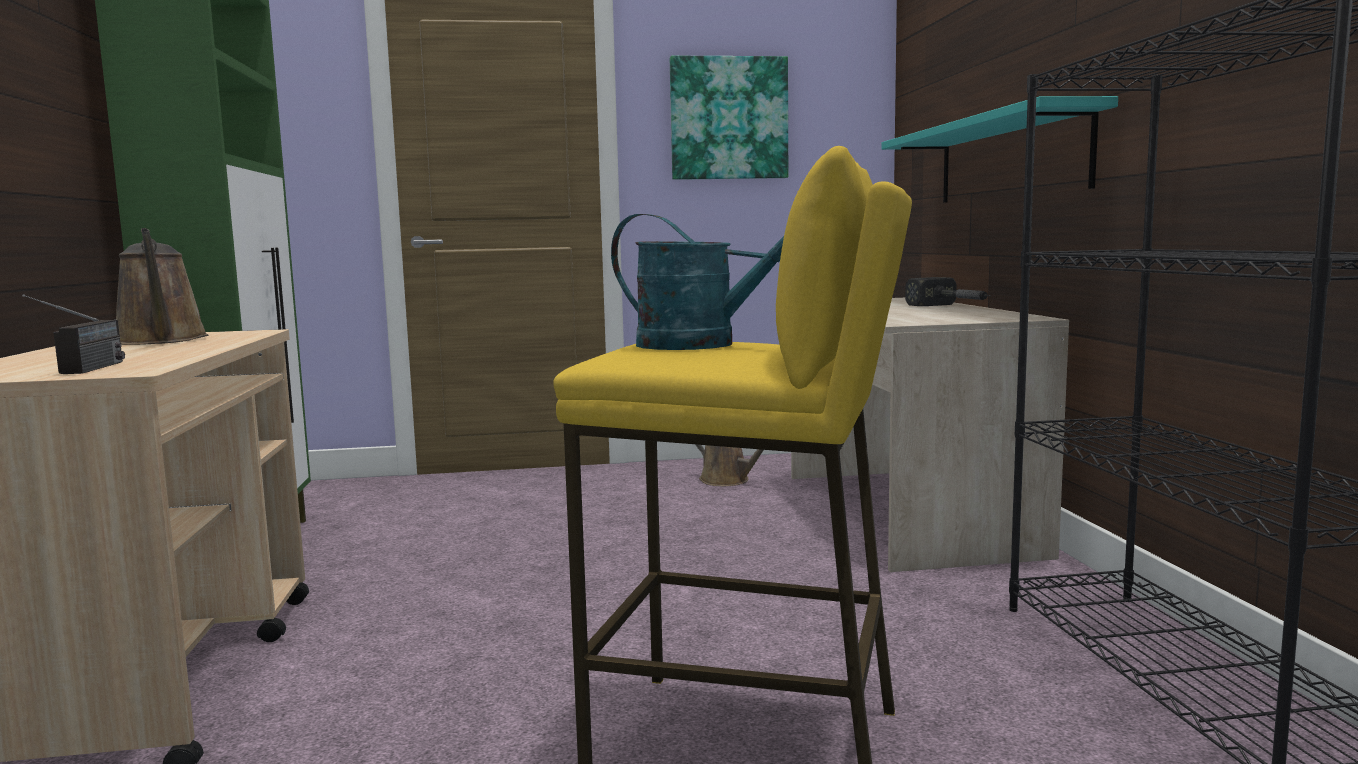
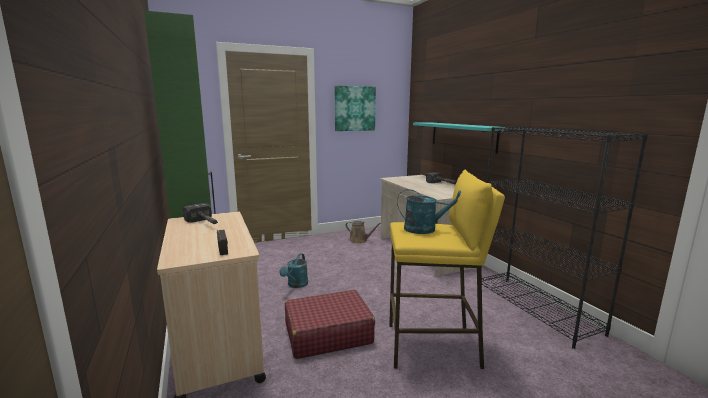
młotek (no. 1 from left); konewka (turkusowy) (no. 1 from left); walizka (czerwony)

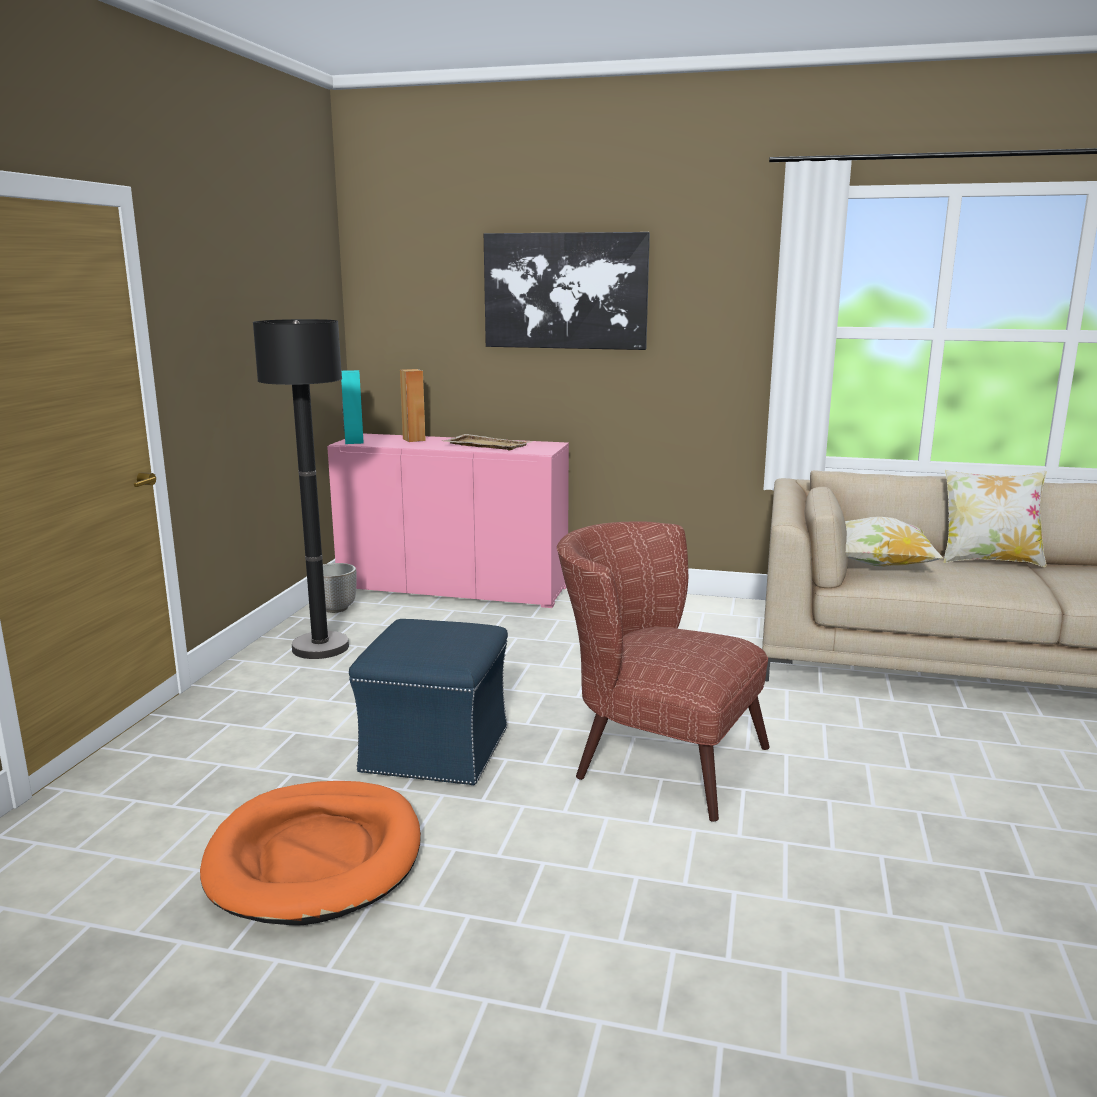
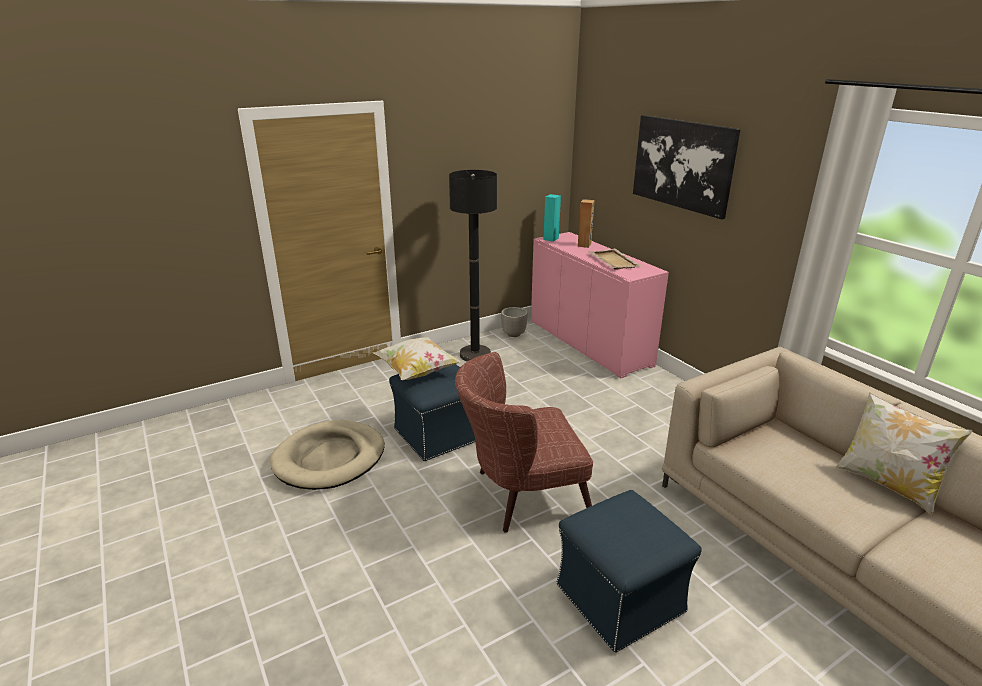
legowisko (beżowy); fotel (brązowy); poduszka (no. 1 from left); pufa (niebieski) (no. 2 from left)

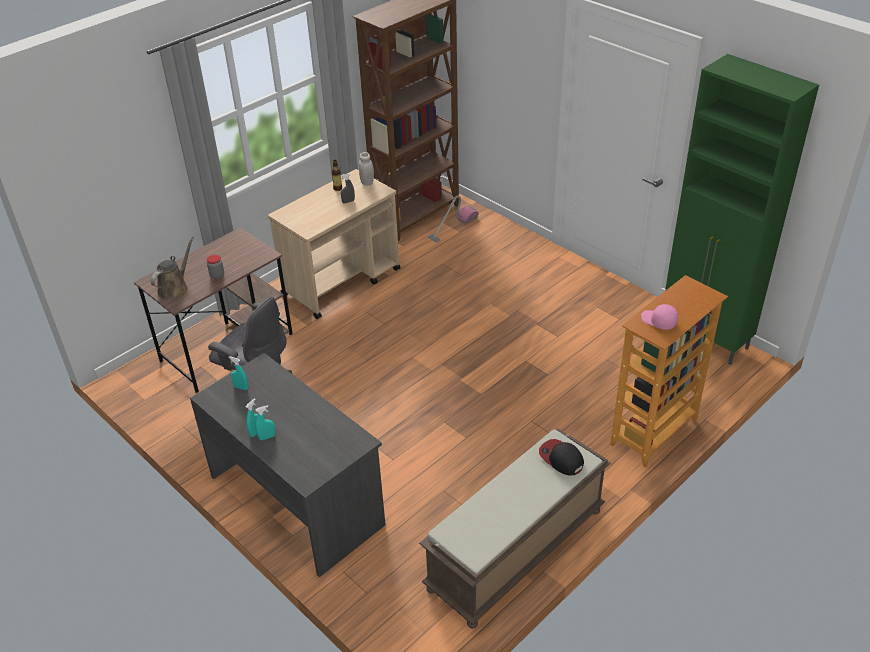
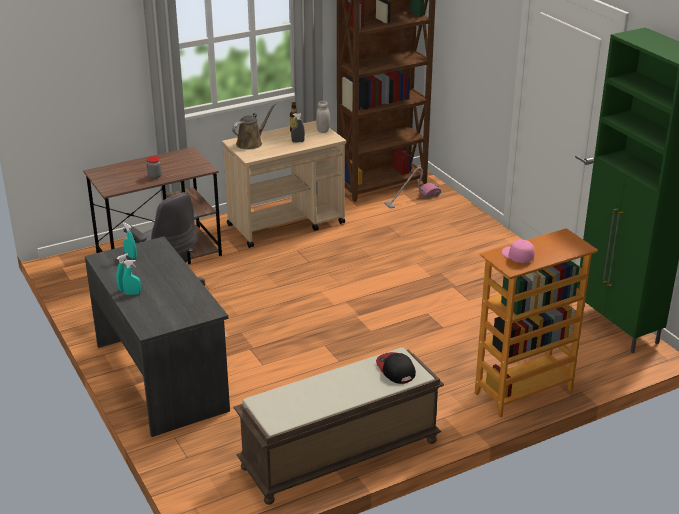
konewka (brązowy)

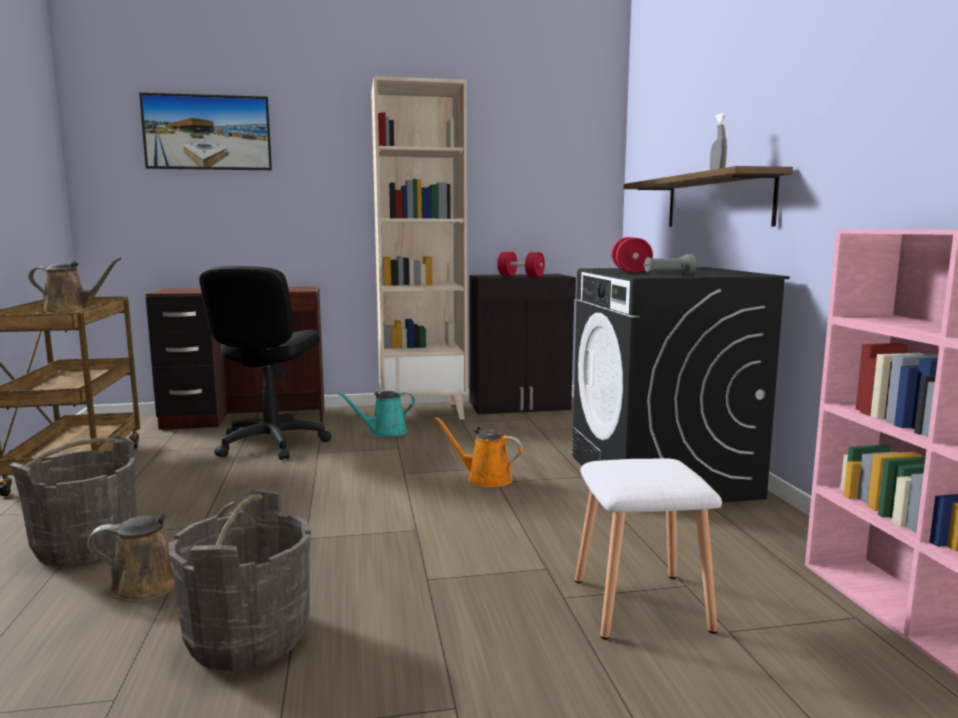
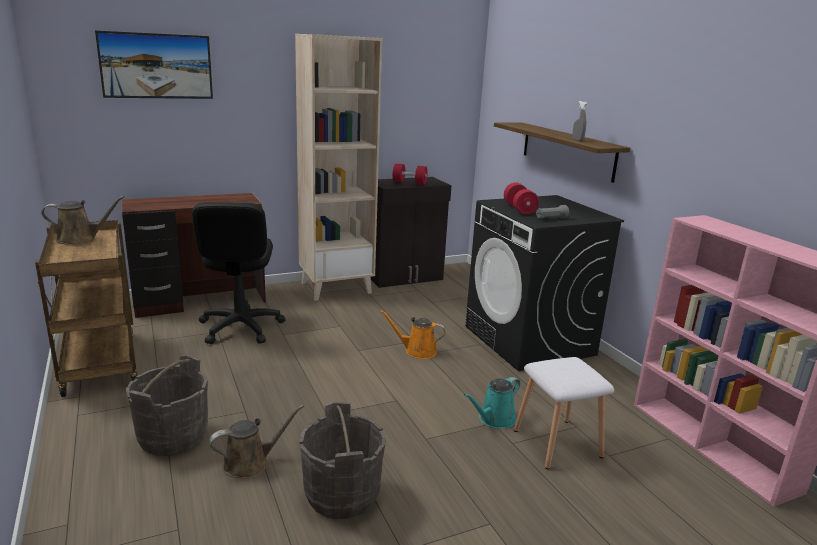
konewka (turkusowy)

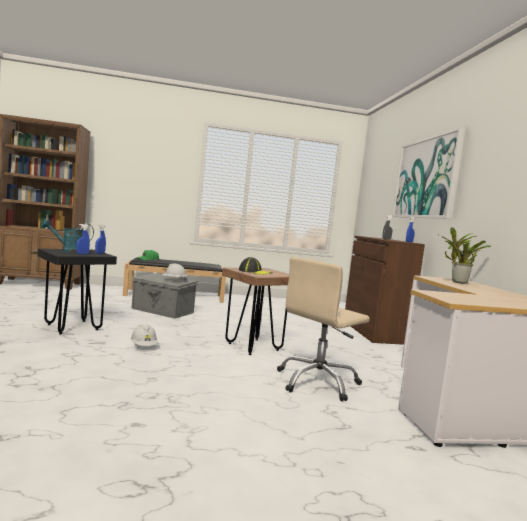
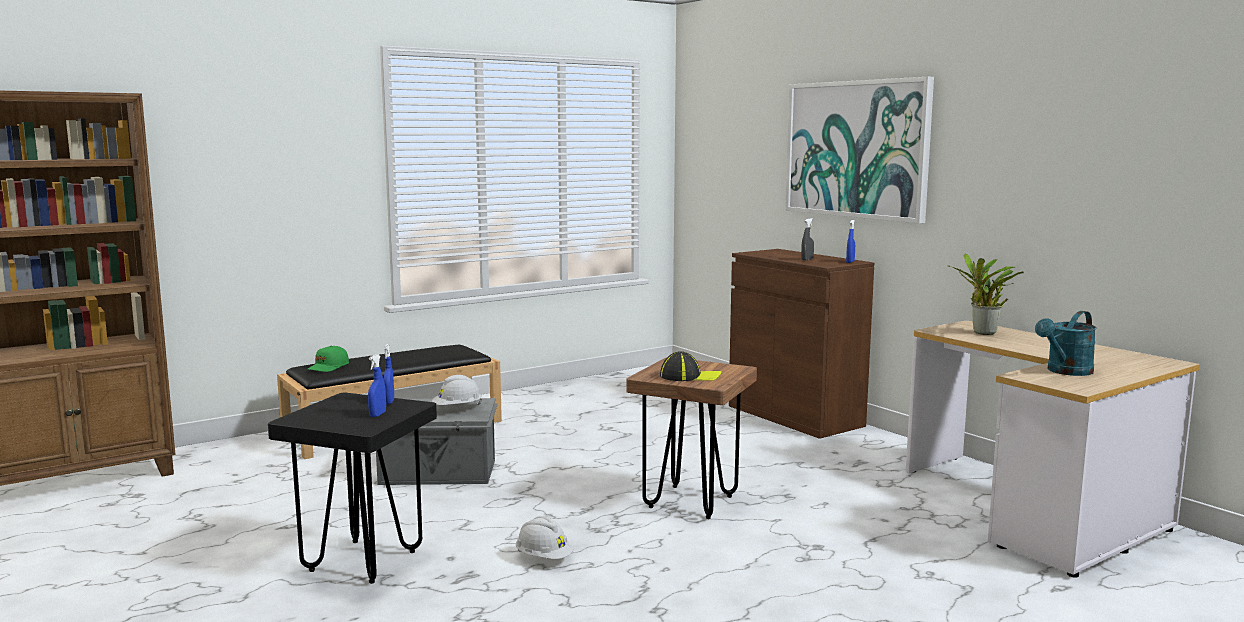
konewka (turkusowy); krzesło biurowe (beżowy)

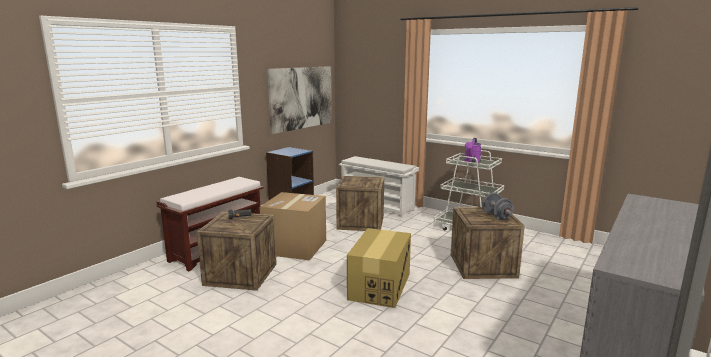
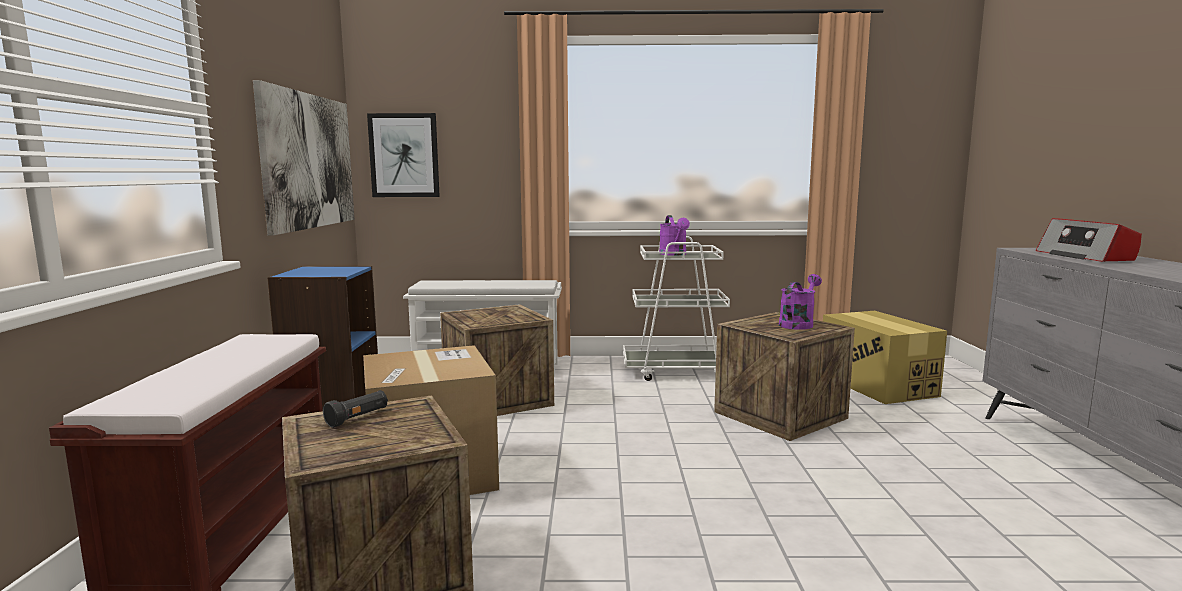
karton (no. 2 from left); konewka (fioletowy) (no. 2 from left); obraz (no. 2 from left); radio

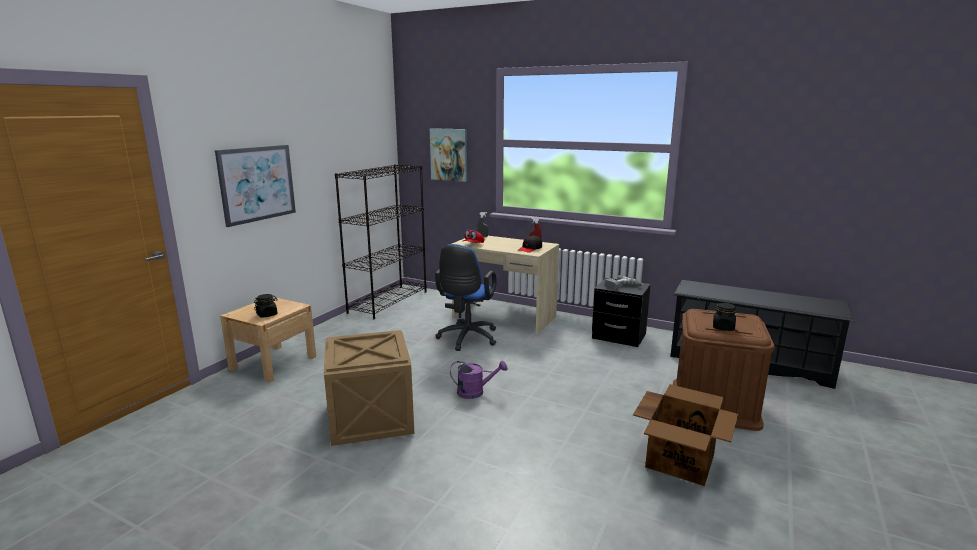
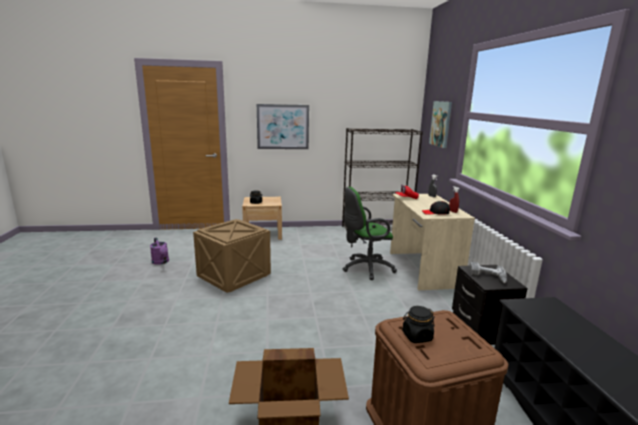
krzesło biurowe (zielony); konewka (fioletowy)

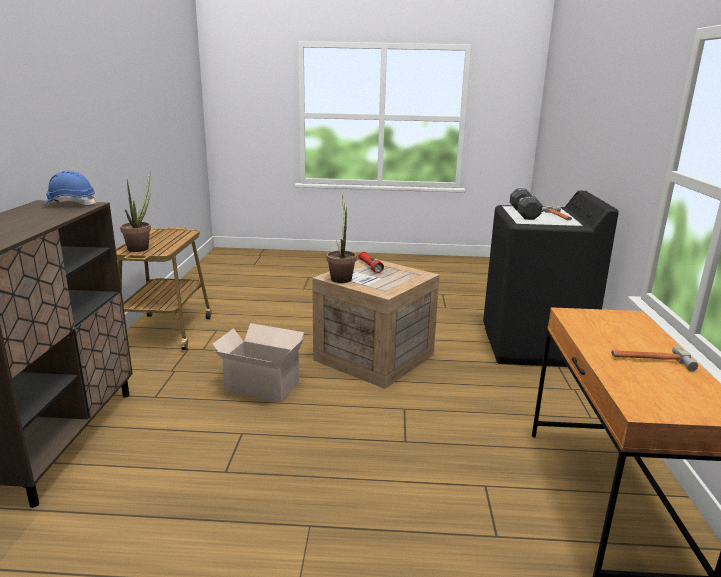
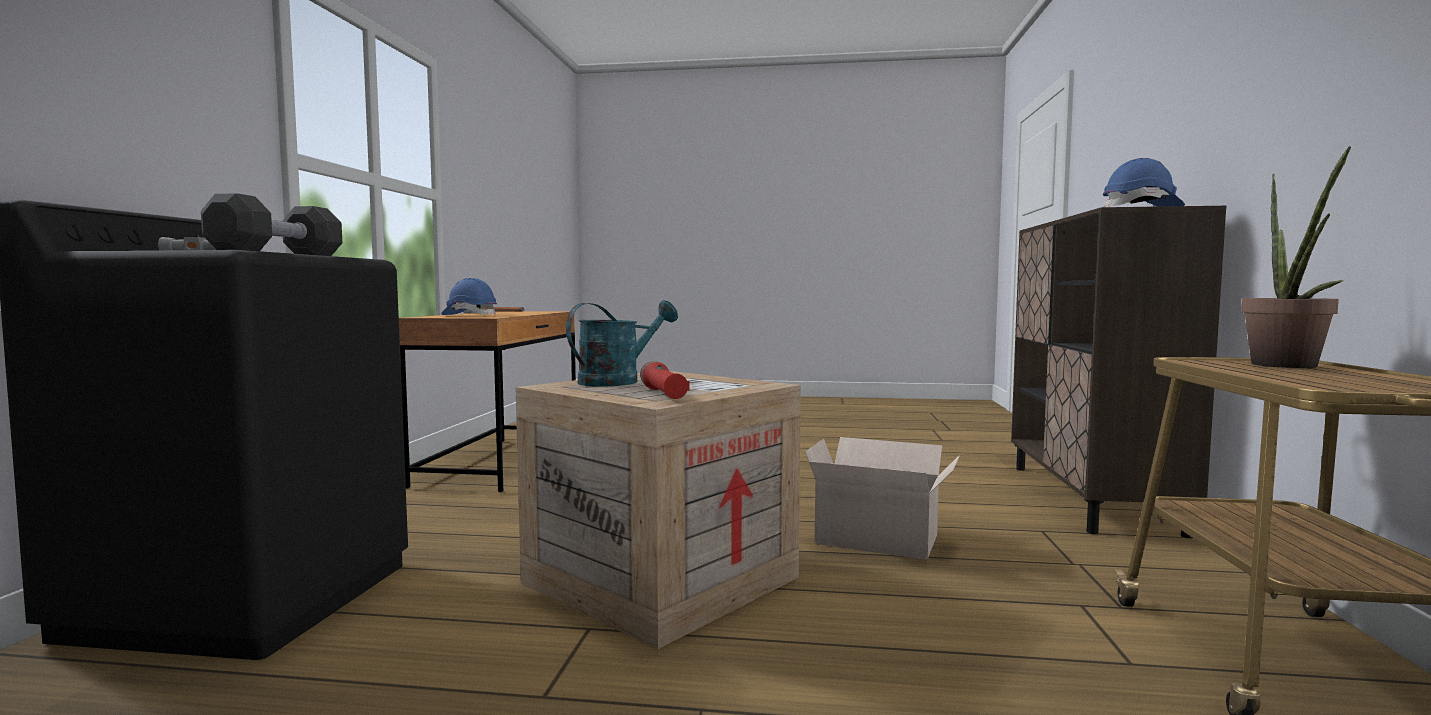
roślina doniczkowa (no. 2 from left in the first image); kask (niebieski) (no. 1 from left); konewka (turkusowy)

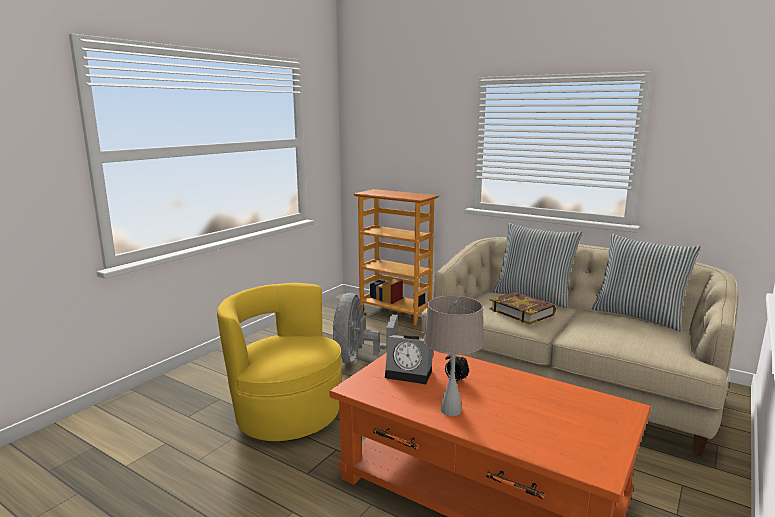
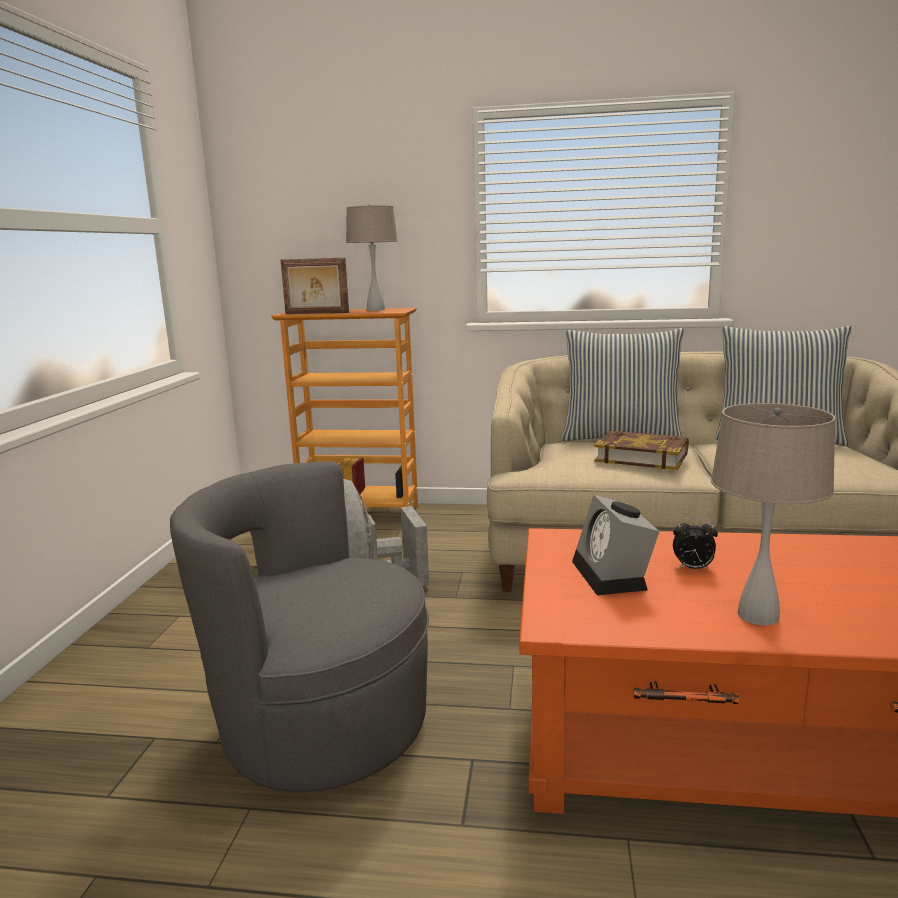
fotel (szary); budzik (no. 1 from left); ramka na zdjęcie; lampa stołowa (beżowy) (no. 1 from left)

